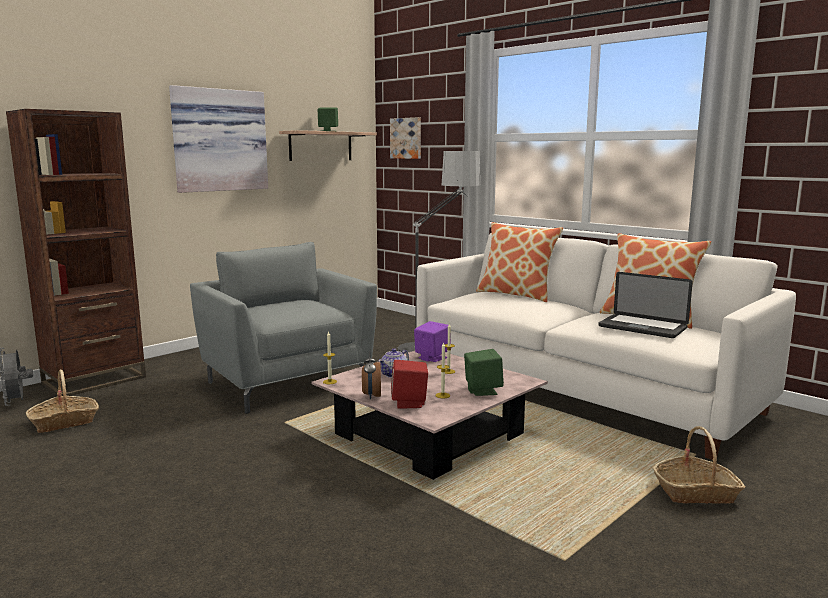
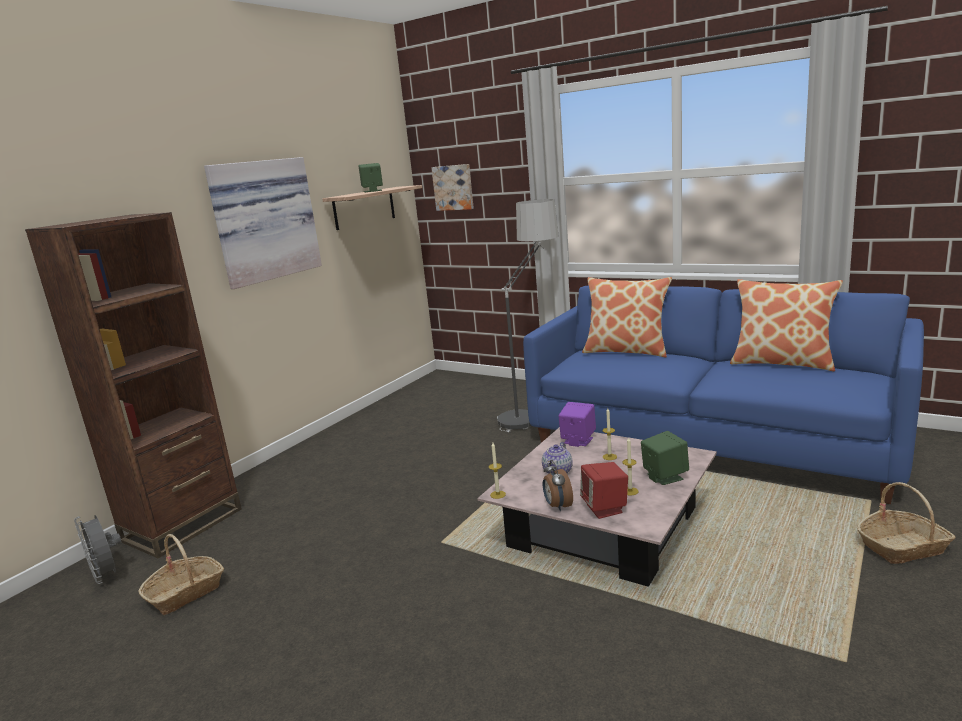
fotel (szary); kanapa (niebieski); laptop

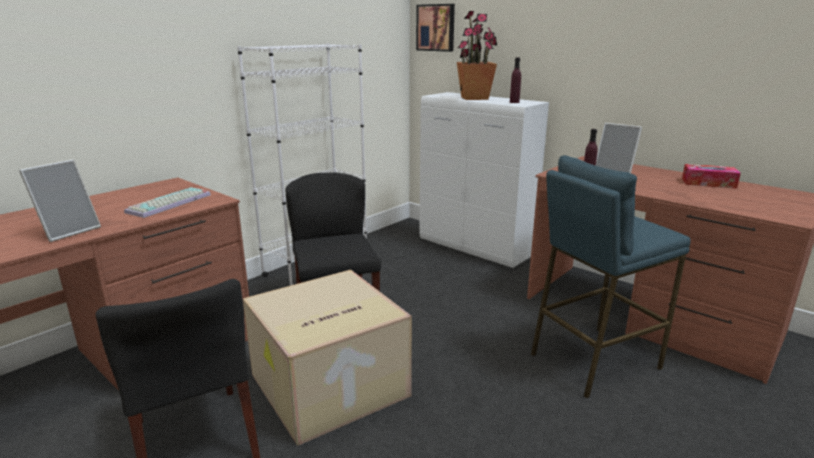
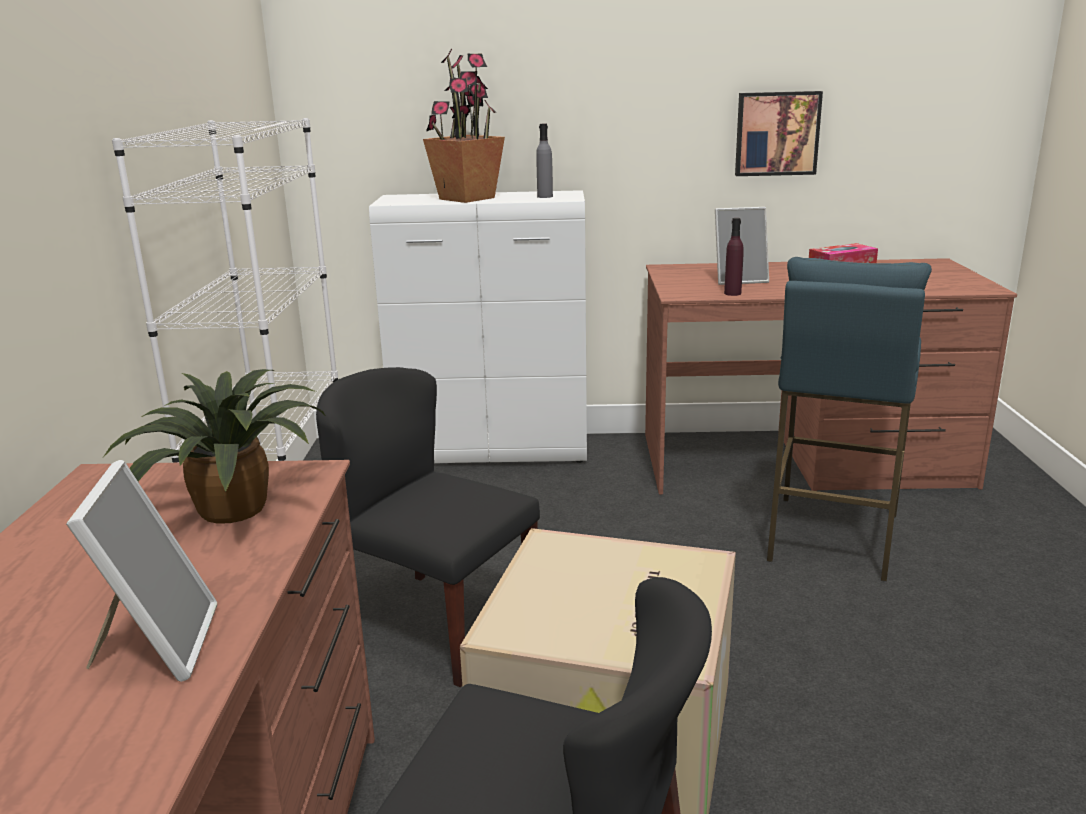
roślina doniczkowa (no. 1 from left); obraz; butelka (szary)

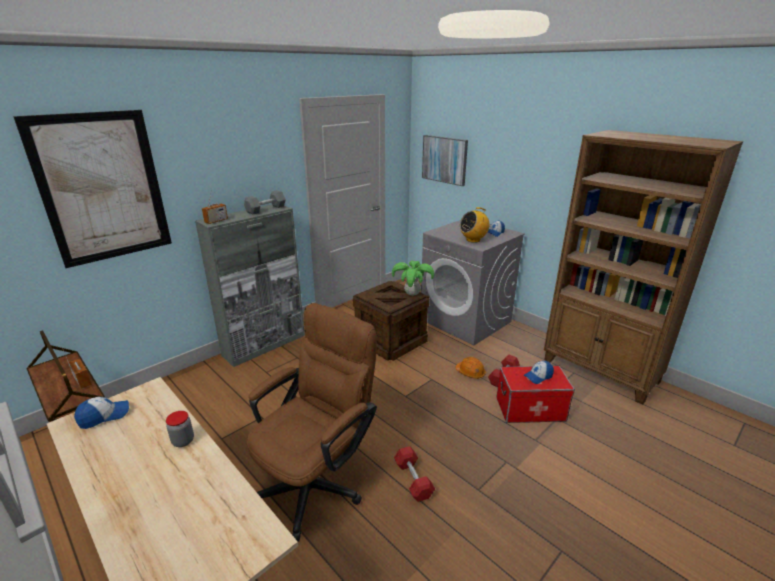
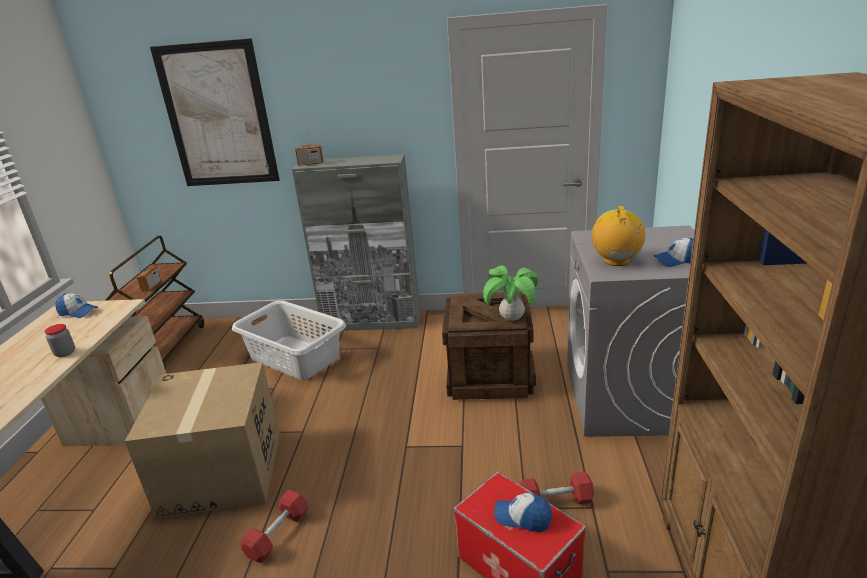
hantel (szary); karton; obraz (no. 2 from left in the first image); kask (pomarańczowy); radio (no. 3 from left); kosz na pranie (szary)

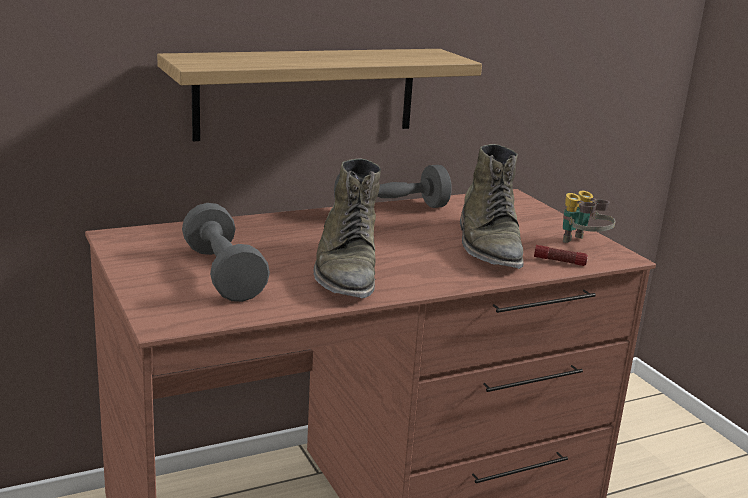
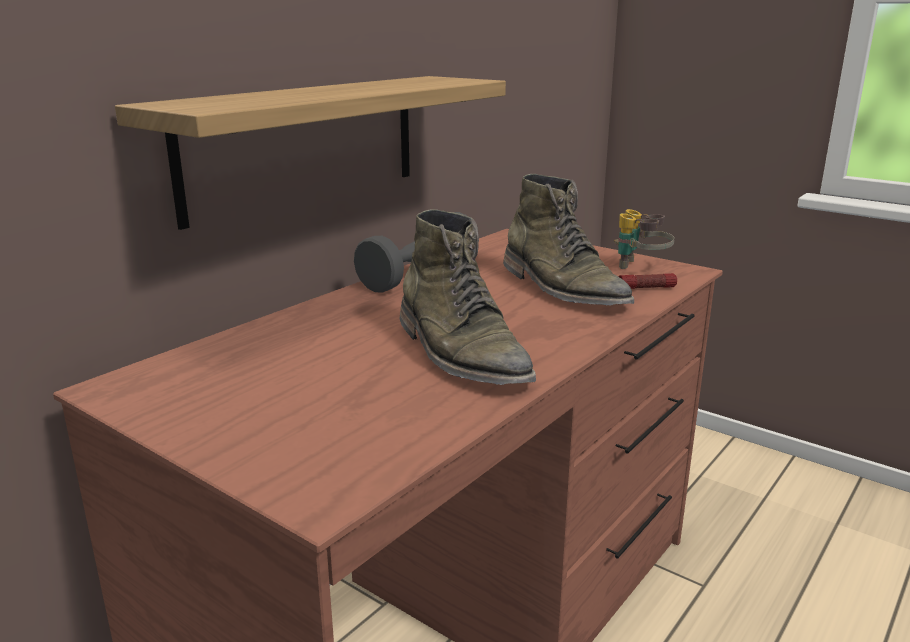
hantel (szary) (no. 1 from left in the first image)

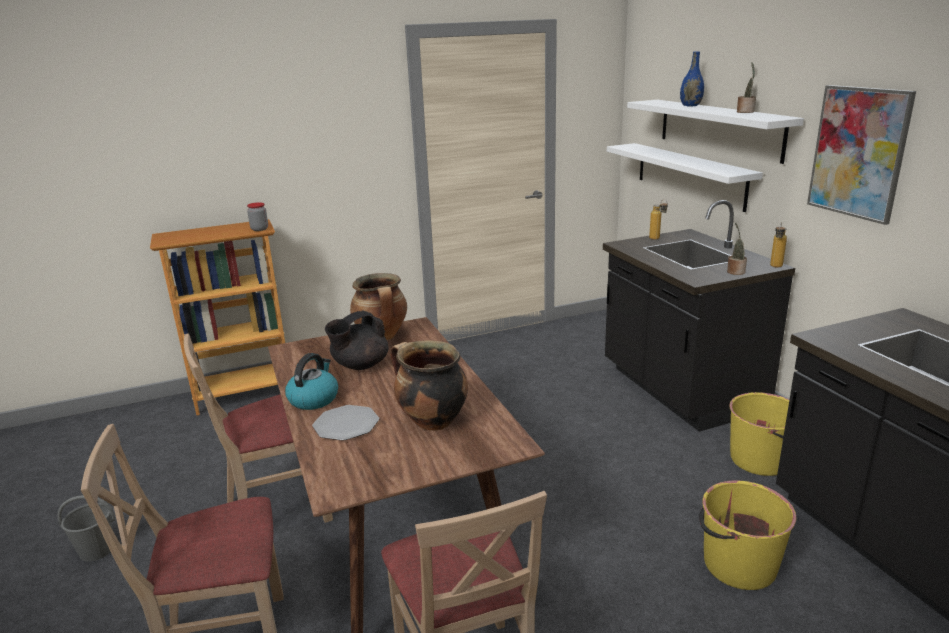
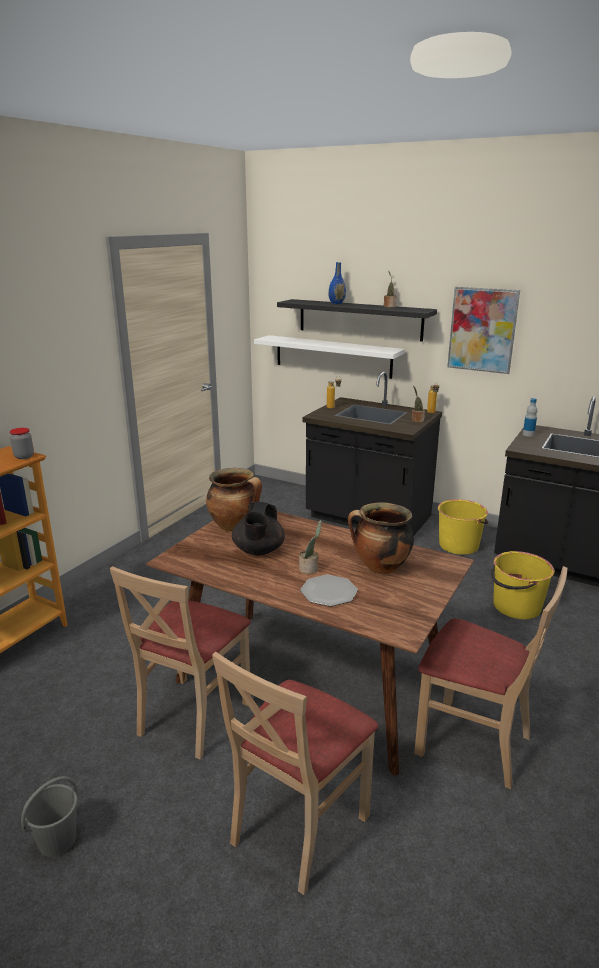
czajnik; półka (czarny); roślina doniczkowa (no. 1 from left); butelka (no. 3 from left)

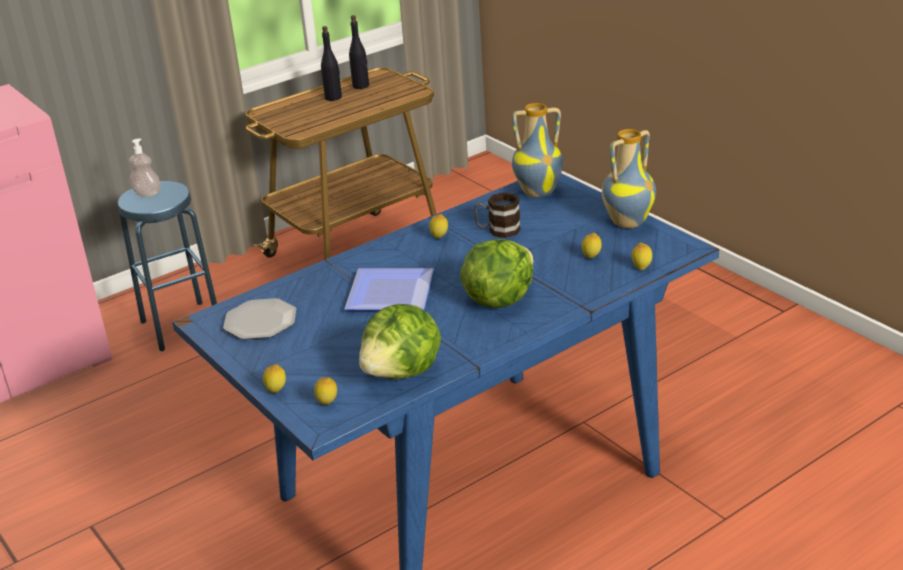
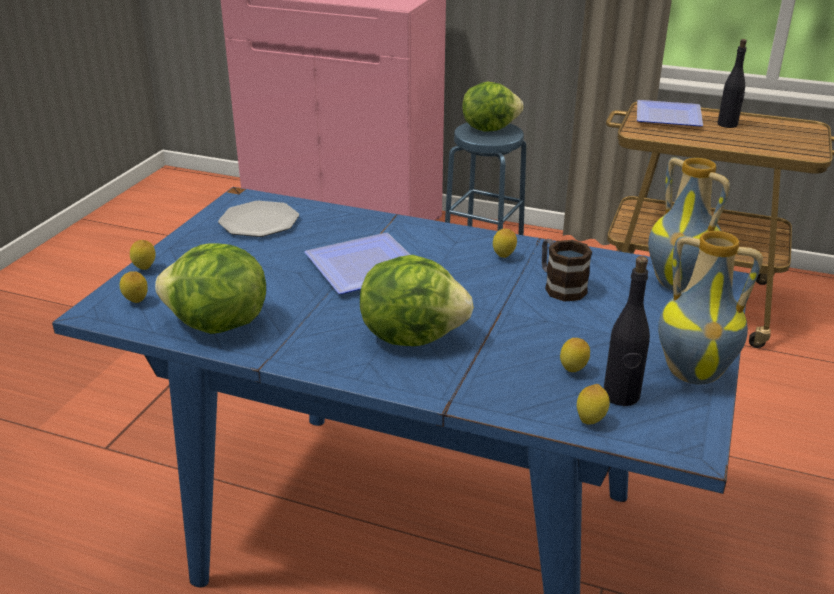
sałata (no. 3 from left); butelka (czarny) (no. 1 from left); talerz (no. 3 from left)

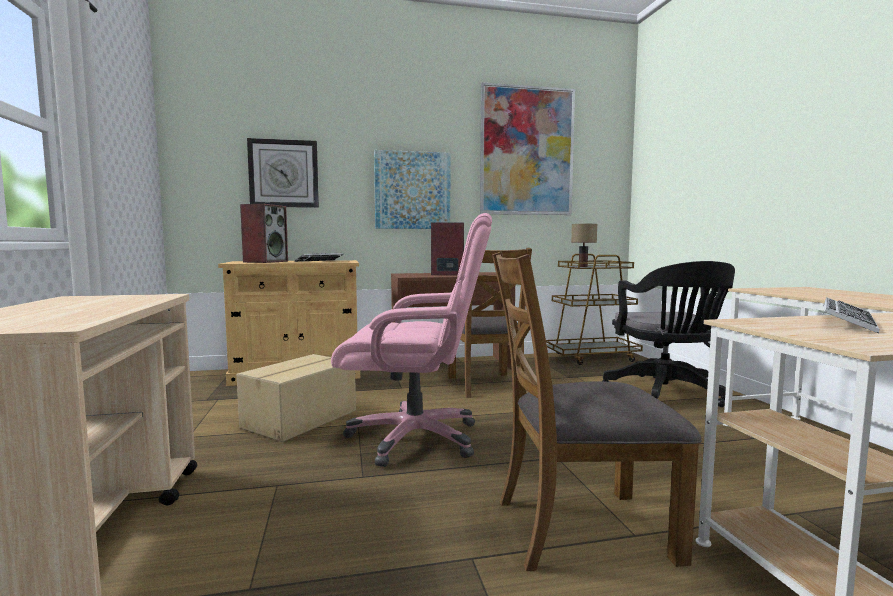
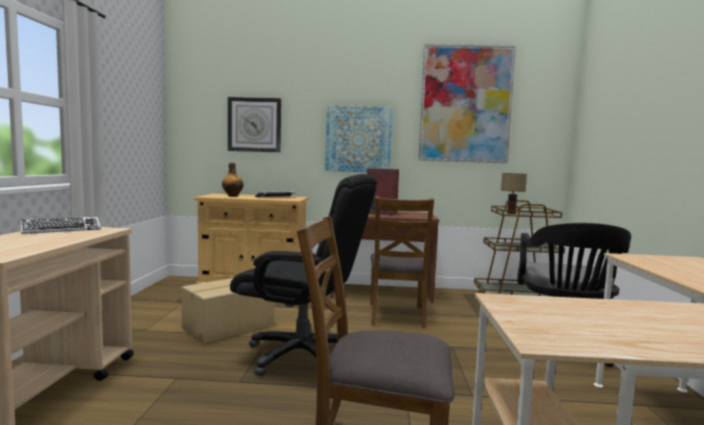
butelka; krzesło biurowe (czarny) (no. 1 from left); klawiatura (no. 1 from left)

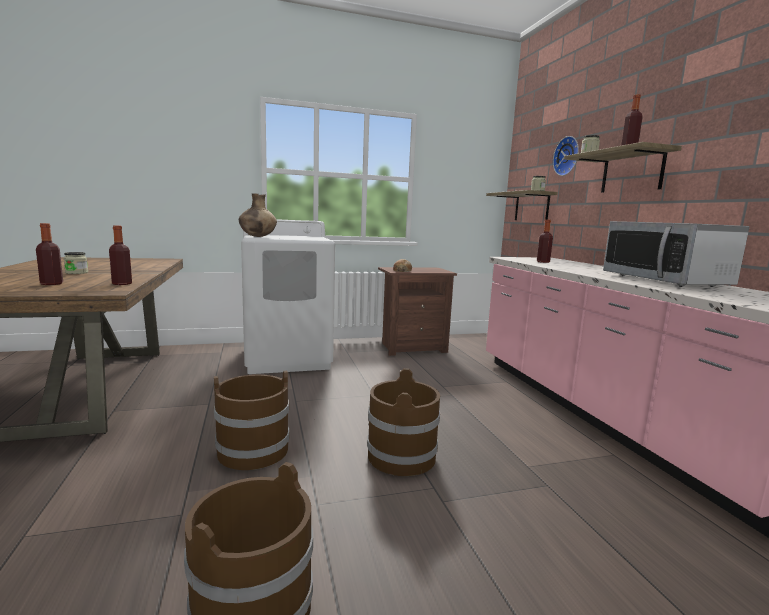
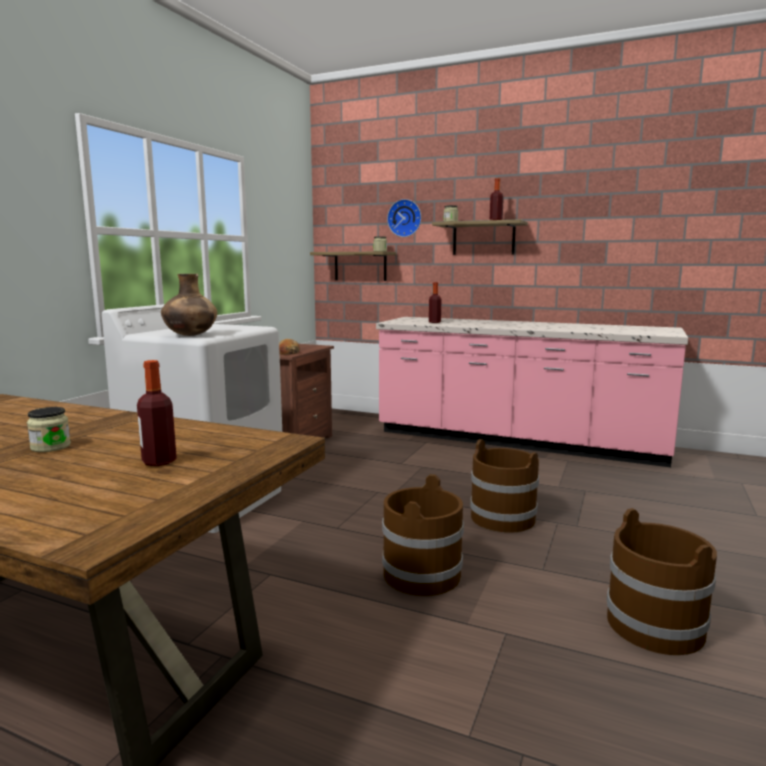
butelka (no. 2 from left in the first image); mikrofalówka

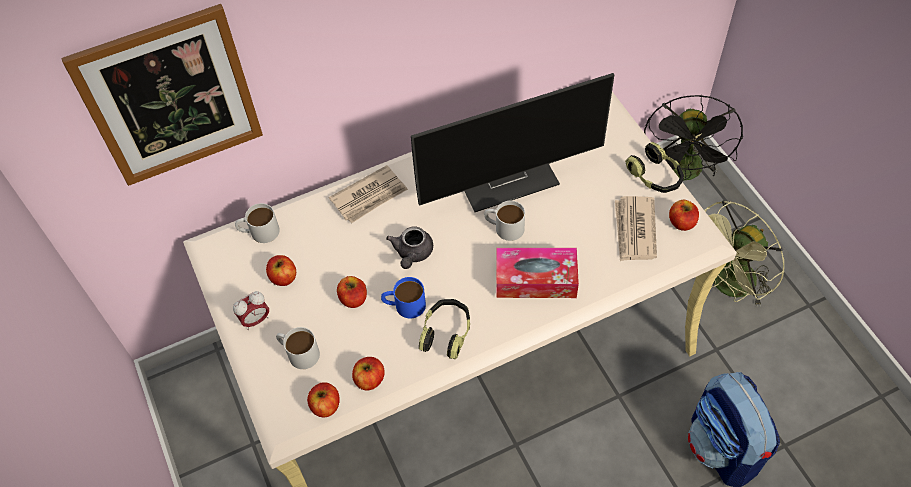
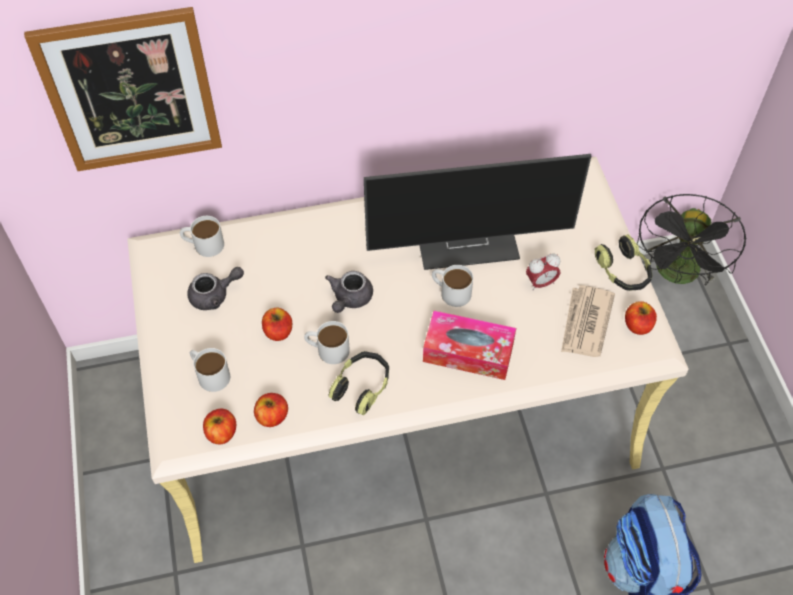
budzik; imbryk (szary) (no. 1 from left); gazeta (no. 1 from left in the first image); kubek (biały) (no. 3 from left); wentylator (zielony)

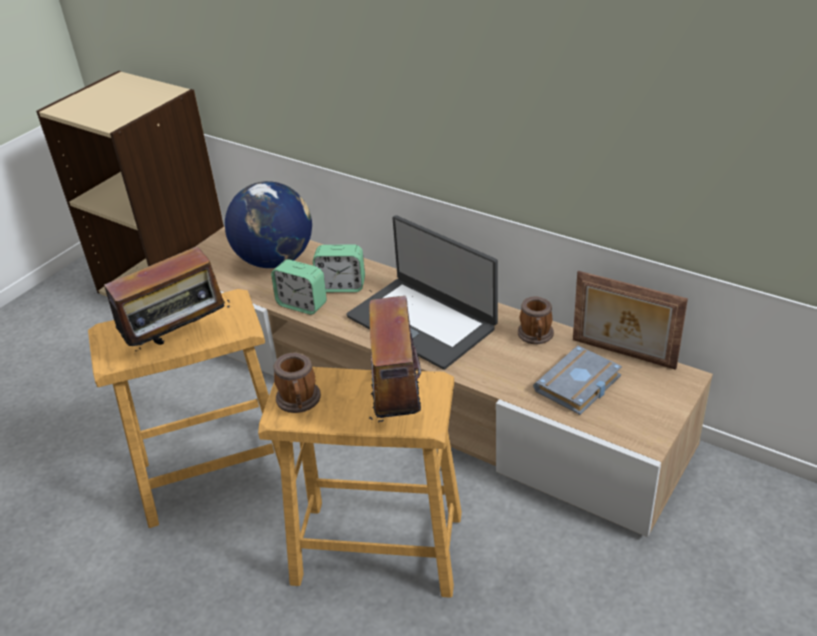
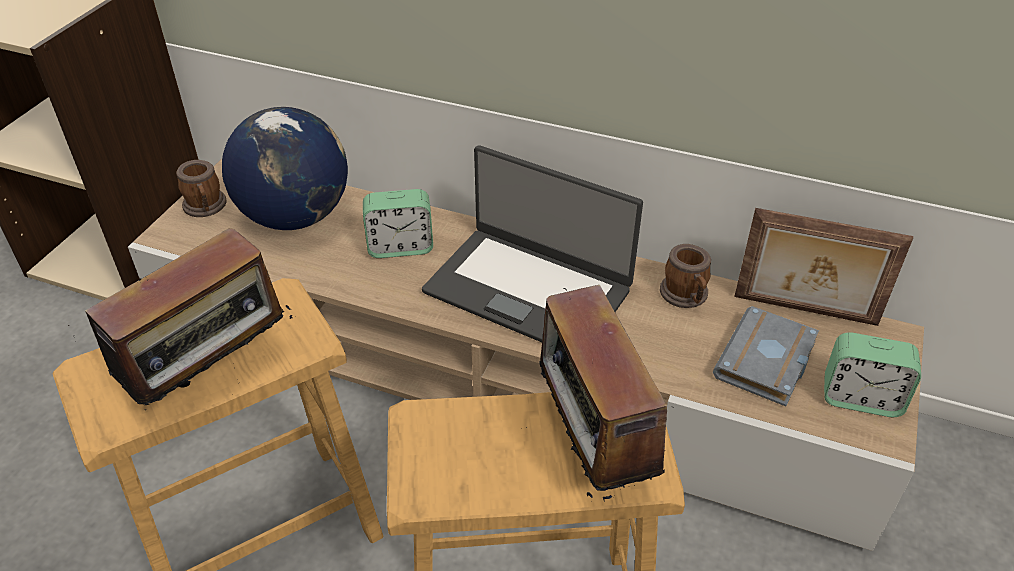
budzik (no. 2 from left); kubek (no. 1 from left)

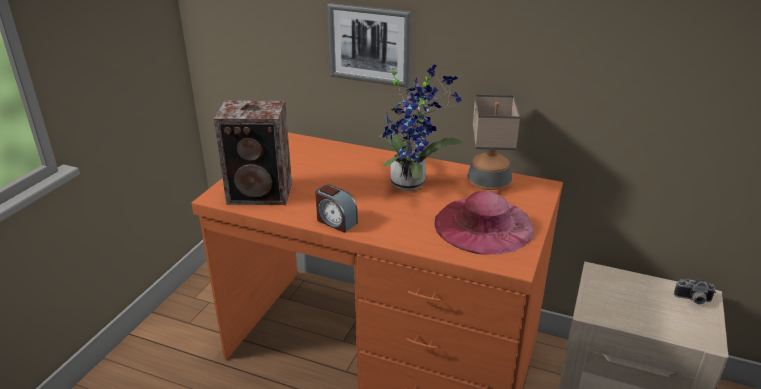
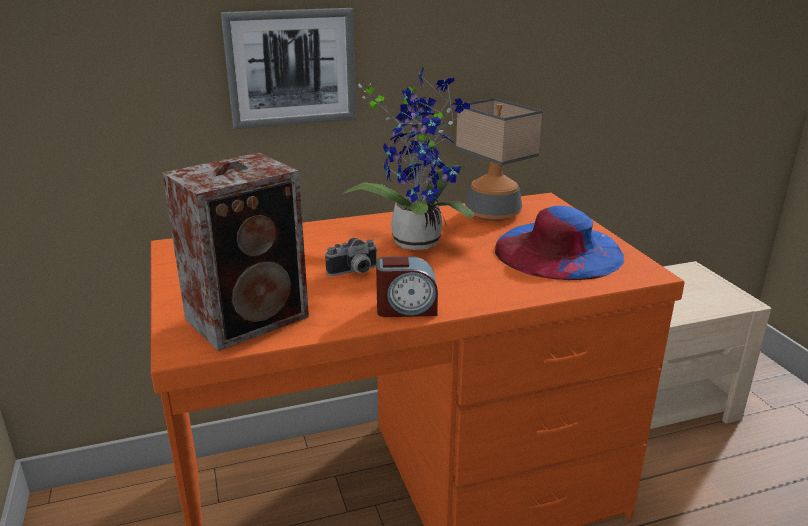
kapelusz (niebieski); aparat fotograficzny

